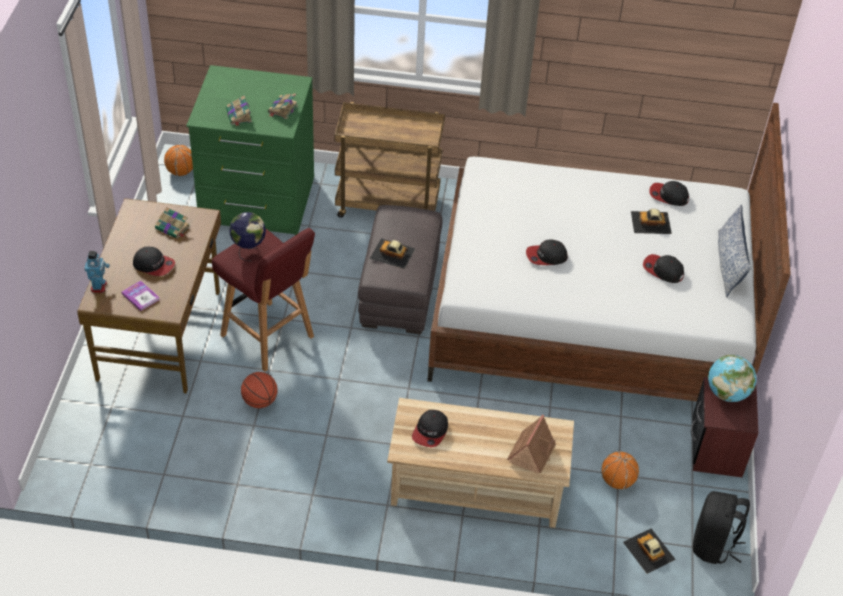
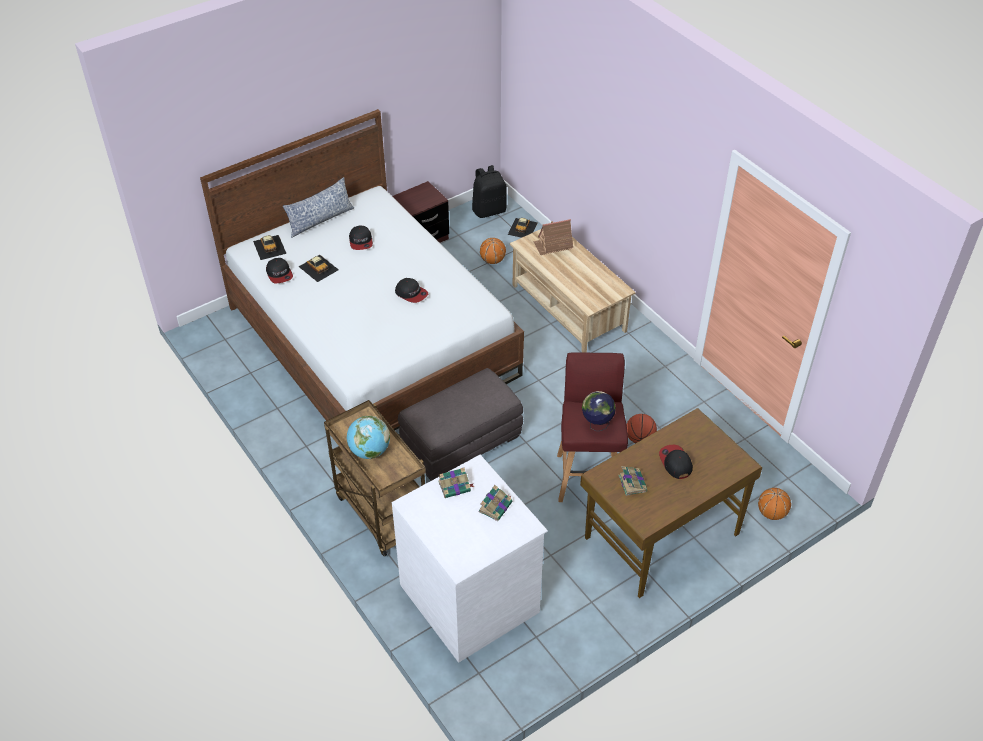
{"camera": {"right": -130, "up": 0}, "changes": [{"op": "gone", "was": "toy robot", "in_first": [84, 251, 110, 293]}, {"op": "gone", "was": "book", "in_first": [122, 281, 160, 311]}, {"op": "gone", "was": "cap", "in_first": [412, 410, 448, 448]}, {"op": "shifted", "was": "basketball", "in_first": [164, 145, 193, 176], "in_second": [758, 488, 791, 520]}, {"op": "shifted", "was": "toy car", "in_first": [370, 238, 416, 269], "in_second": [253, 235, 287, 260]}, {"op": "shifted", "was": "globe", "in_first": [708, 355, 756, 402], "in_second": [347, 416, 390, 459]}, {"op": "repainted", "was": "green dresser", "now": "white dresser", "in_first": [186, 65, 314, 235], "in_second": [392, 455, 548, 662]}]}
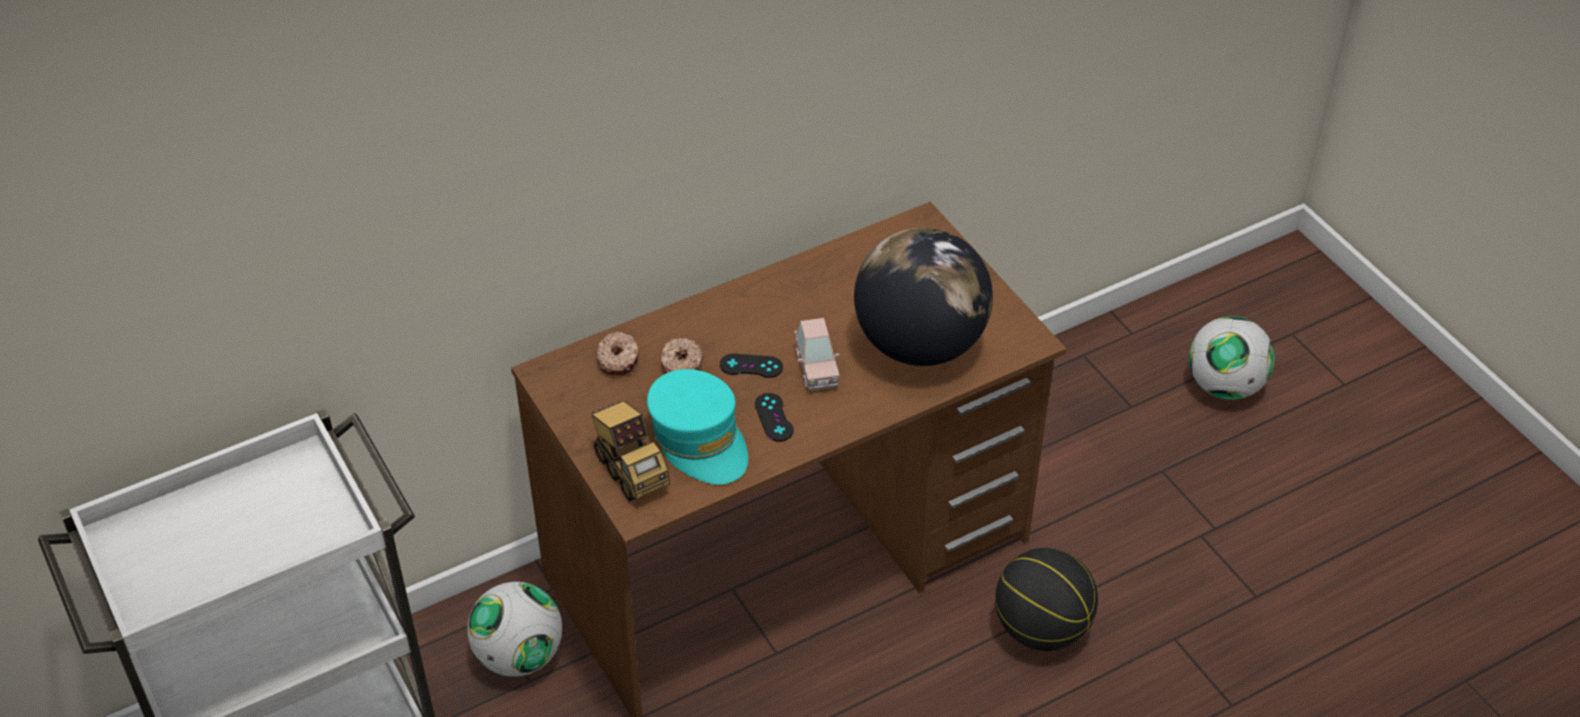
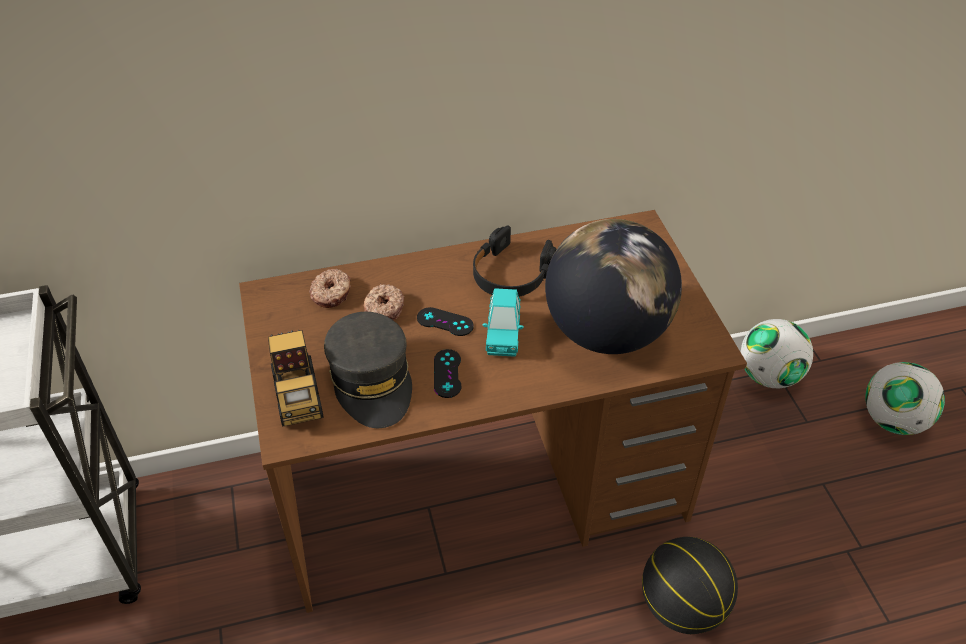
{"camera": {"right": 15, "up": 0}, "changes": [{"op": "new", "now": "black headphones", "in_second": [473, 225, 556, 297]}, {"op": "shifted", "was": "football", "in_first": [467, 582, 562, 677], "in_second": [741, 319, 813, 388]}, {"op": "repainted", "was": "turquoise cap", "now": "grey cap", "in_first": [647, 369, 748, 484], "in_second": [324, 312, 412, 428]}, {"op": "repainted", "was": "pink toy car", "now": "turquoise toy car", "in_first": [795, 318, 840, 391], "in_second": [483, 288, 524, 357]}]}
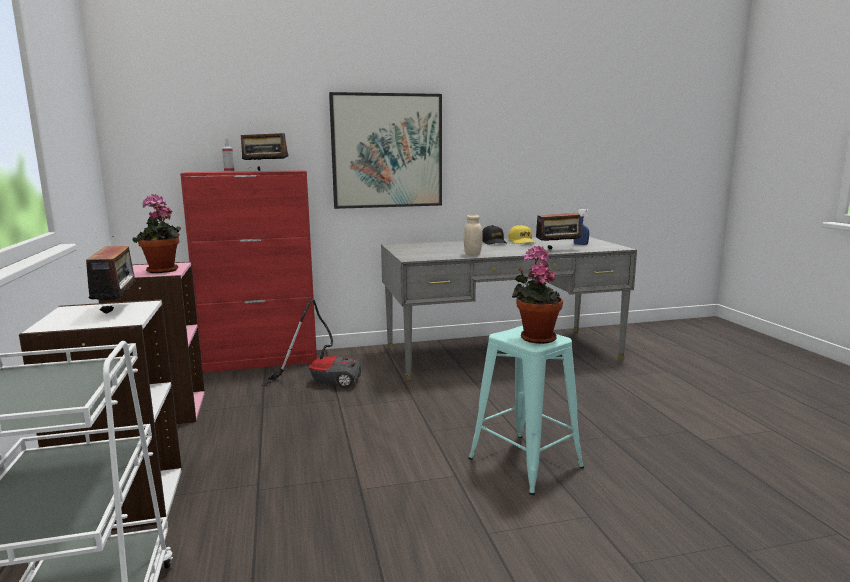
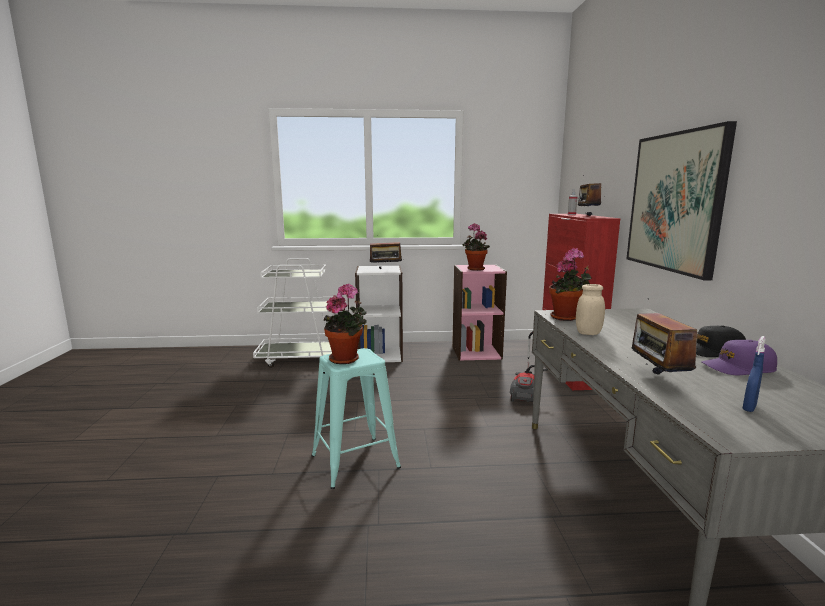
{"camera": {"right": 100, "up": 0}, "changes": [{"op": "new", "now": "potted plant", "in_second": [549, 248, 592, 321]}, {"op": "repainted", "was": "yellow cap", "now": "purple cap", "in_first": [508, 225, 535, 244], "in_second": [701, 340, 777, 375]}]}
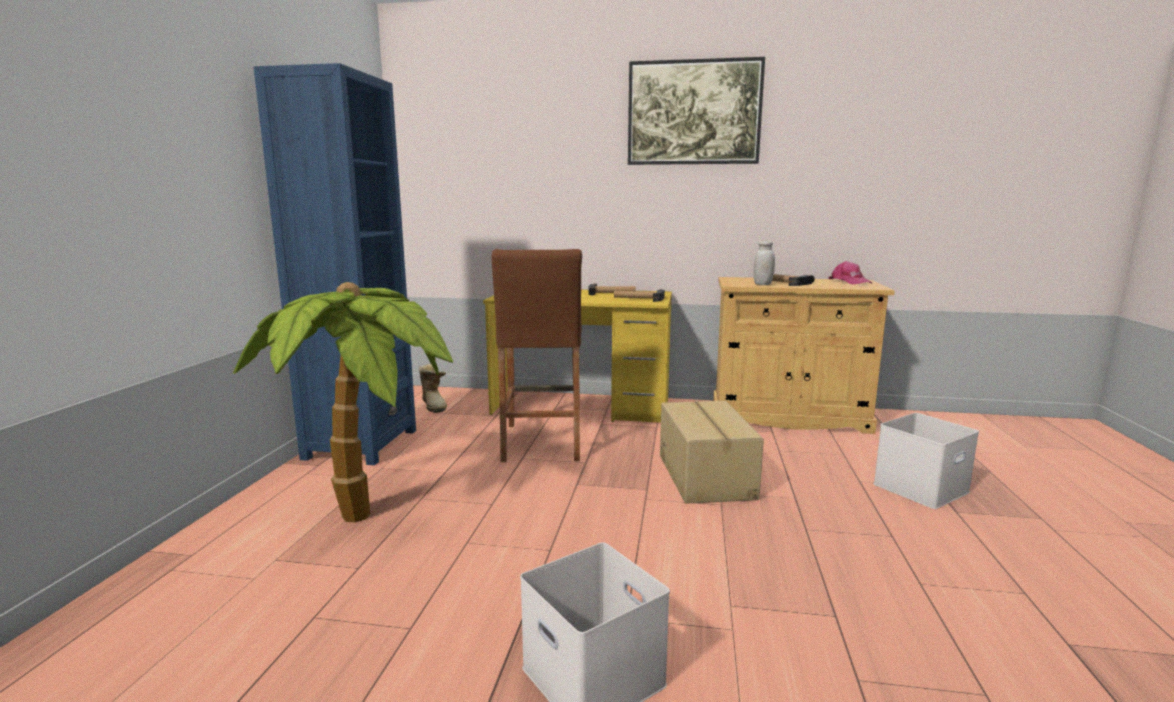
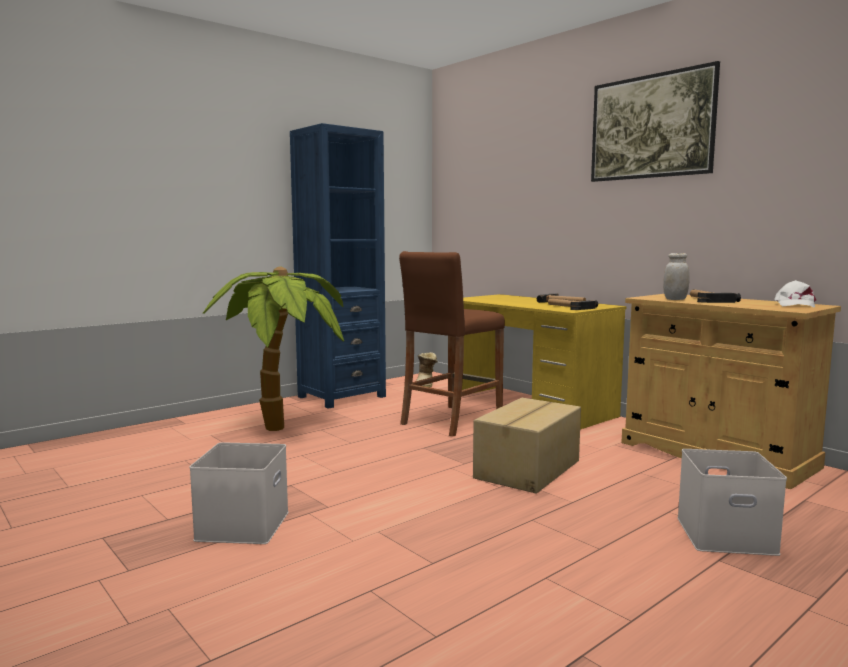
{"camera": {"right": 40, "up": -5}, "changes": [{"op": "repainted", "was": "pink cap", "now": "white cap", "in_first": [829, 261, 872, 285], "in_second": [774, 280, 816, 307]}]}
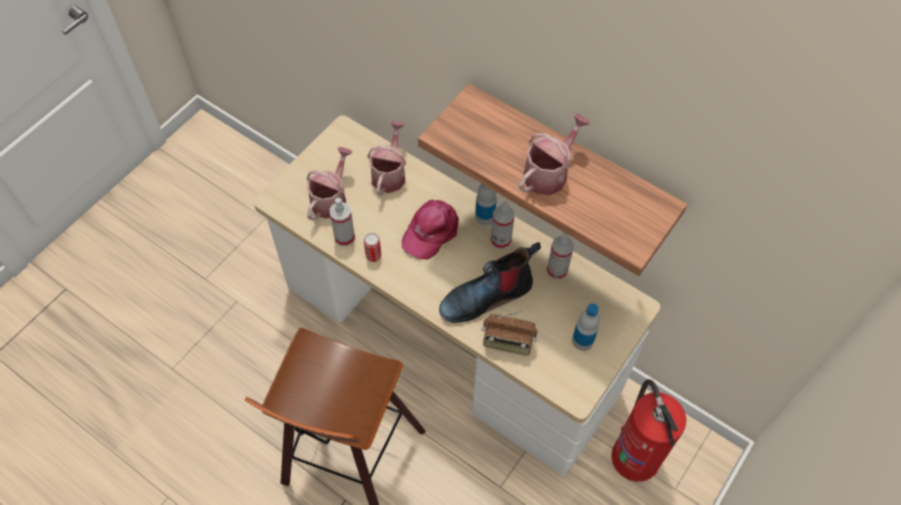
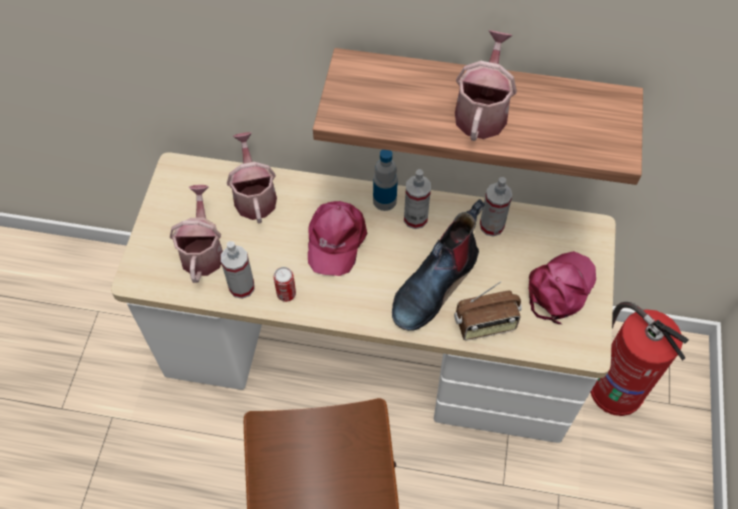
{"camera": {"right": -25, "up": 0}, "changes": [{"op": "swapped", "was": "bottle", "now": "pink cap", "in_first": [572, 303, 600, 351], "in_second": [529, 251, 596, 324]}]}
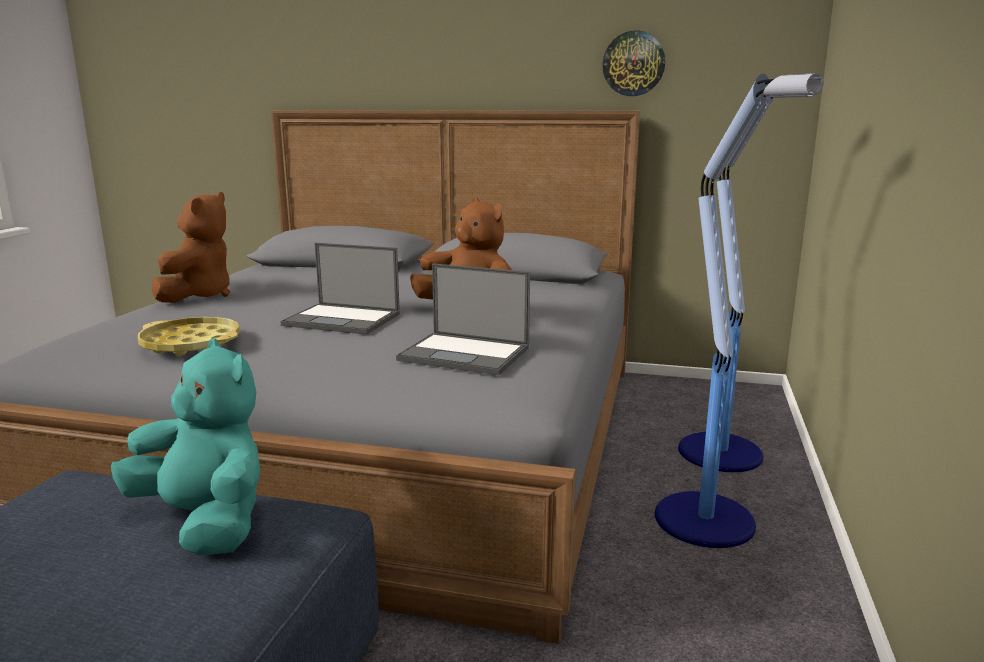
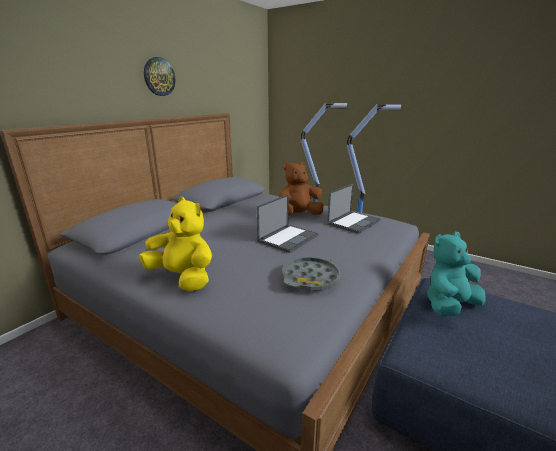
{"camera": {"right": -70, "up": 5}, "changes": [{"op": "shifted", "was": "wall clock", "in_first": [602, 31, 665, 96], "in_second": [144, 57, 175, 96]}, {"op": "repainted", "was": "yellow tray", "now": "grey tray", "in_first": [138, 317, 240, 356], "in_second": [282, 257, 340, 291]}, {"op": "repainted", "was": "brown plush toy", "now": "yellow plush toy", "in_first": [151, 192, 230, 303], "in_second": [139, 197, 212, 291]}]}
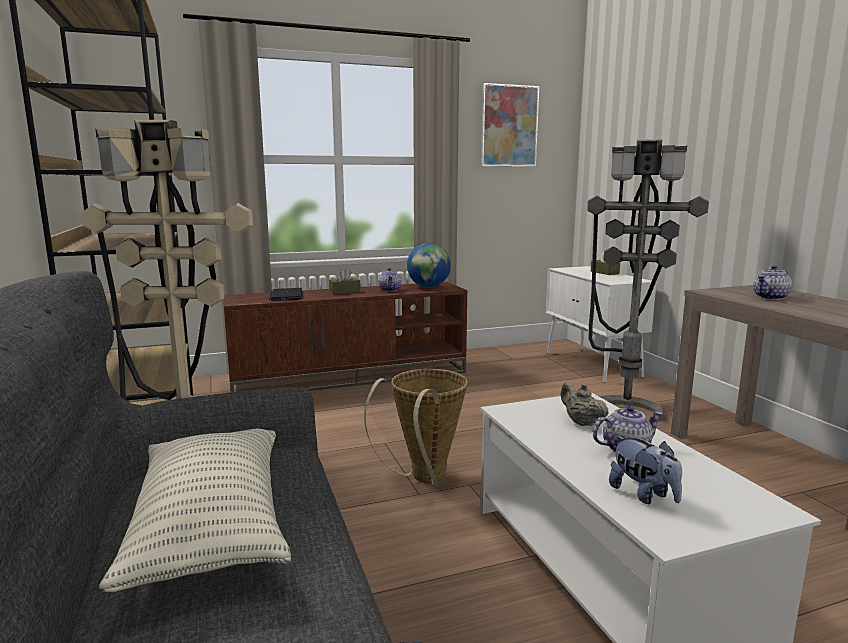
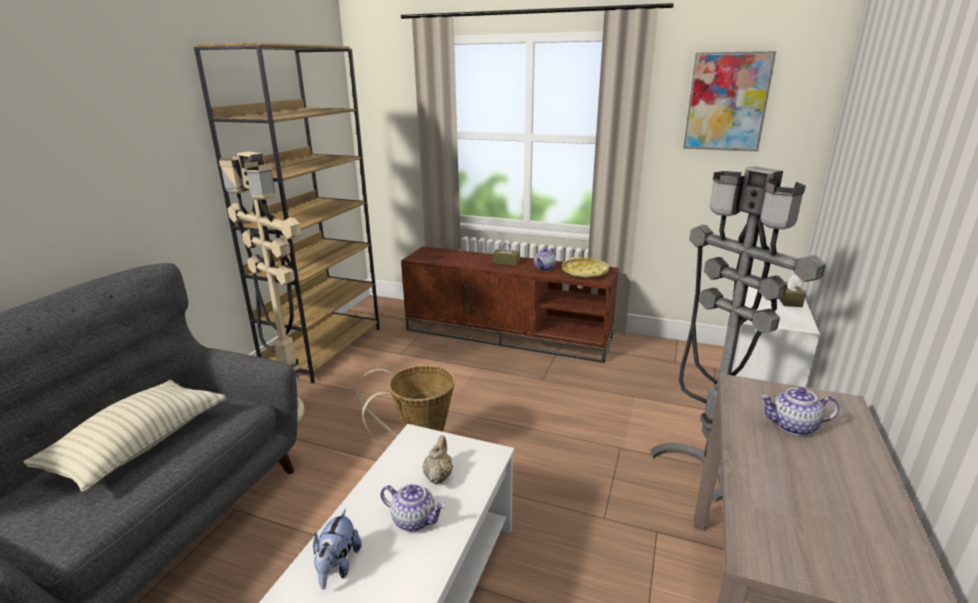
{"camera": {"right": 40, "up": 10}, "changes": [{"op": "gone", "was": "laptop", "in_first": [269, 288, 302, 301]}, {"op": "swapped", "was": "globe", "now": "yellow tray", "in_first": [407, 243, 451, 287], "in_second": [562, 257, 609, 278]}]}
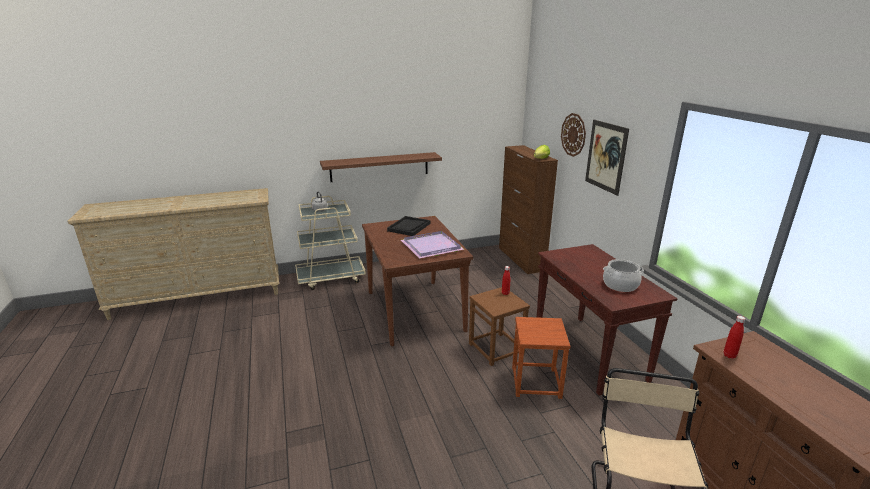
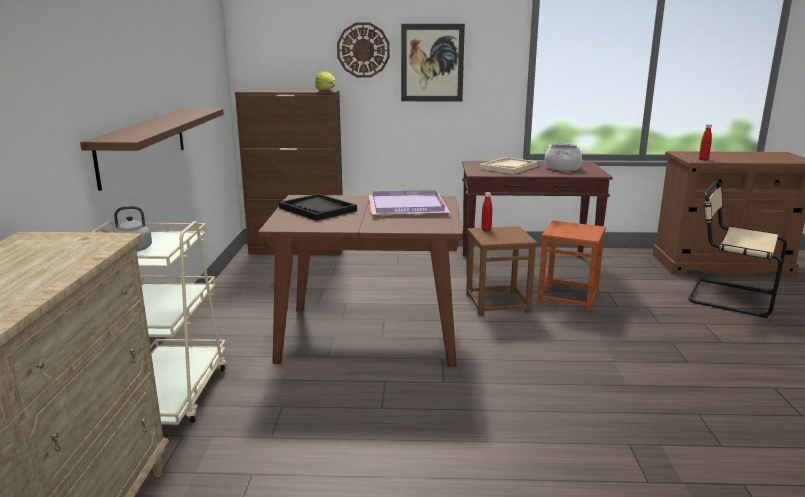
{"camera": {"right": -70, "up": -5}, "changes": [{"op": "new", "now": "beige tray", "in_second": [480, 157, 538, 174]}]}
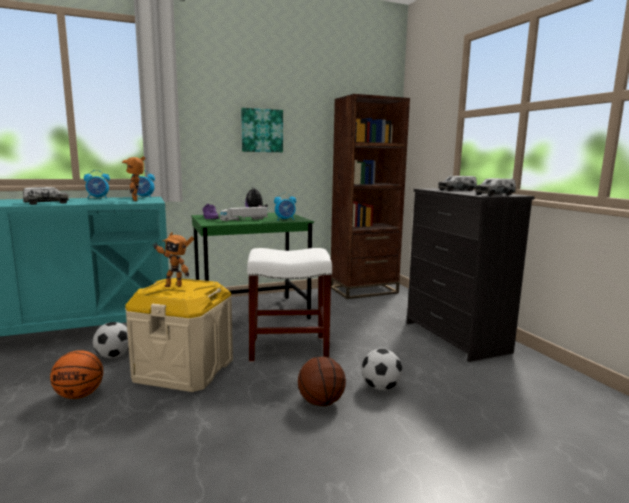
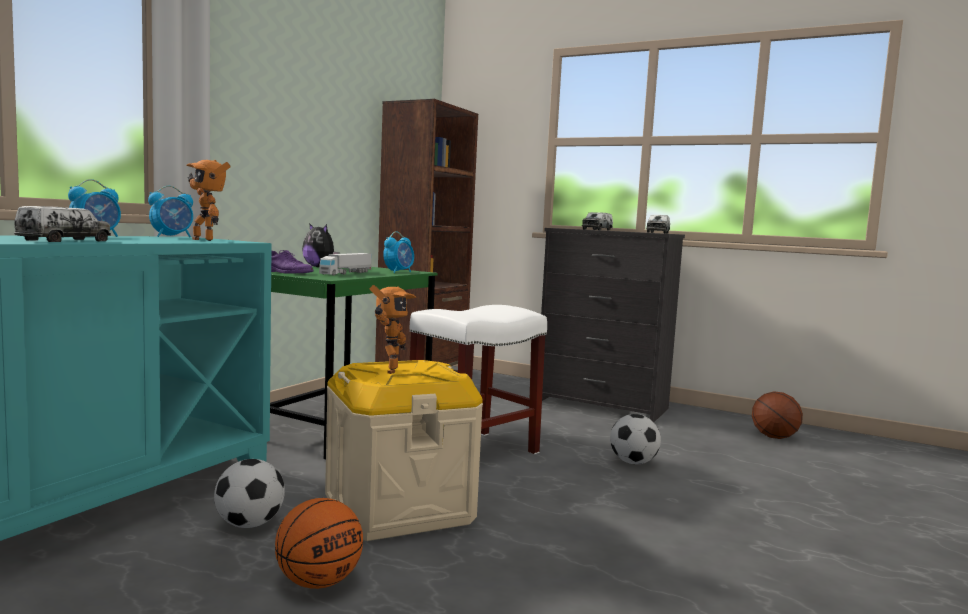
{"camera": {"right": -40, "up": -5}, "changes": [{"op": "gone", "was": "picture", "in_first": [241, 108, 283, 152]}, {"op": "shifted", "was": "basketball", "in_first": [298, 357, 346, 406], "in_second": [752, 391, 803, 439]}, {"op": "rotated", "was": "toy robot", "in_first": [152, 232, 194, 287], "in_second": [370, 285, 416, 374], "clockwise": -45}]}
